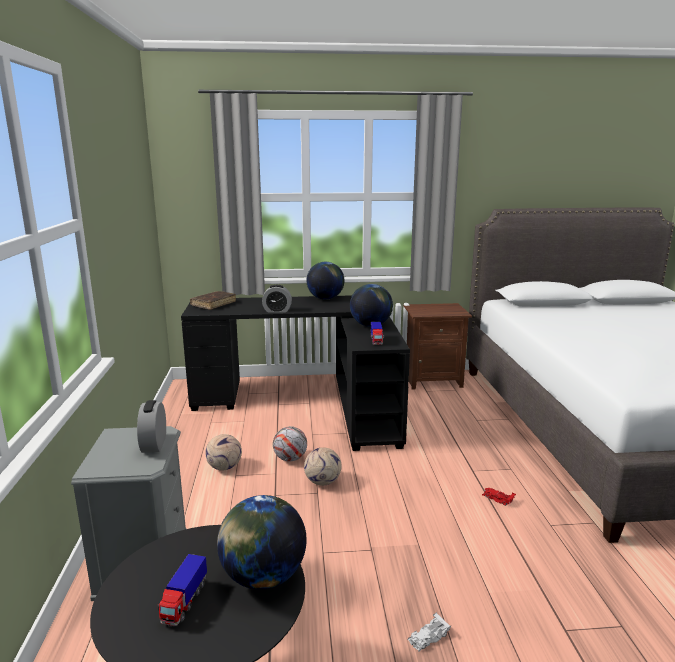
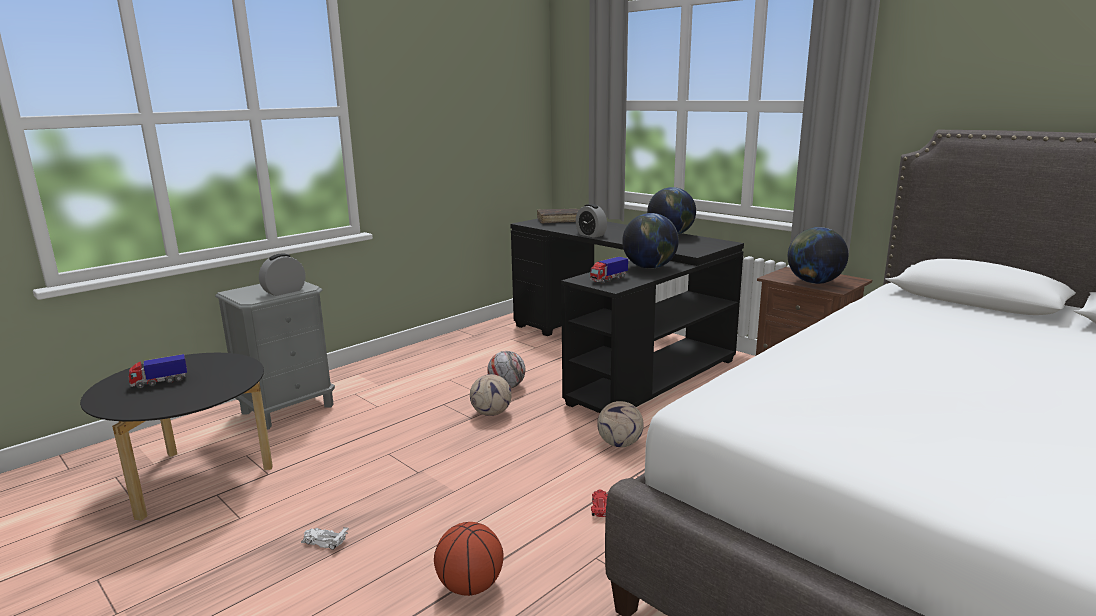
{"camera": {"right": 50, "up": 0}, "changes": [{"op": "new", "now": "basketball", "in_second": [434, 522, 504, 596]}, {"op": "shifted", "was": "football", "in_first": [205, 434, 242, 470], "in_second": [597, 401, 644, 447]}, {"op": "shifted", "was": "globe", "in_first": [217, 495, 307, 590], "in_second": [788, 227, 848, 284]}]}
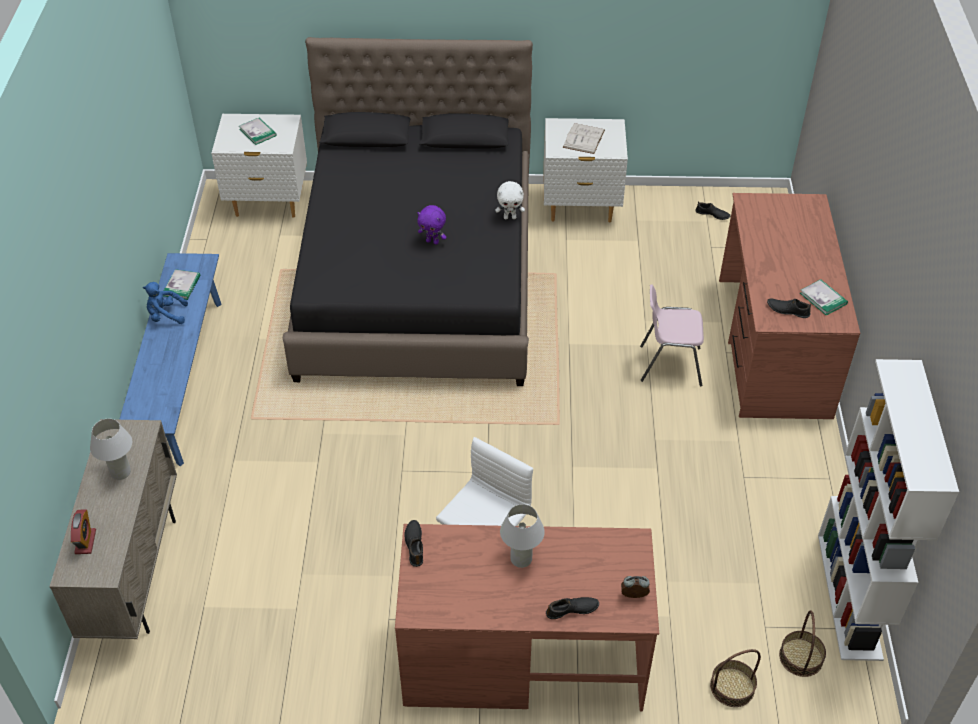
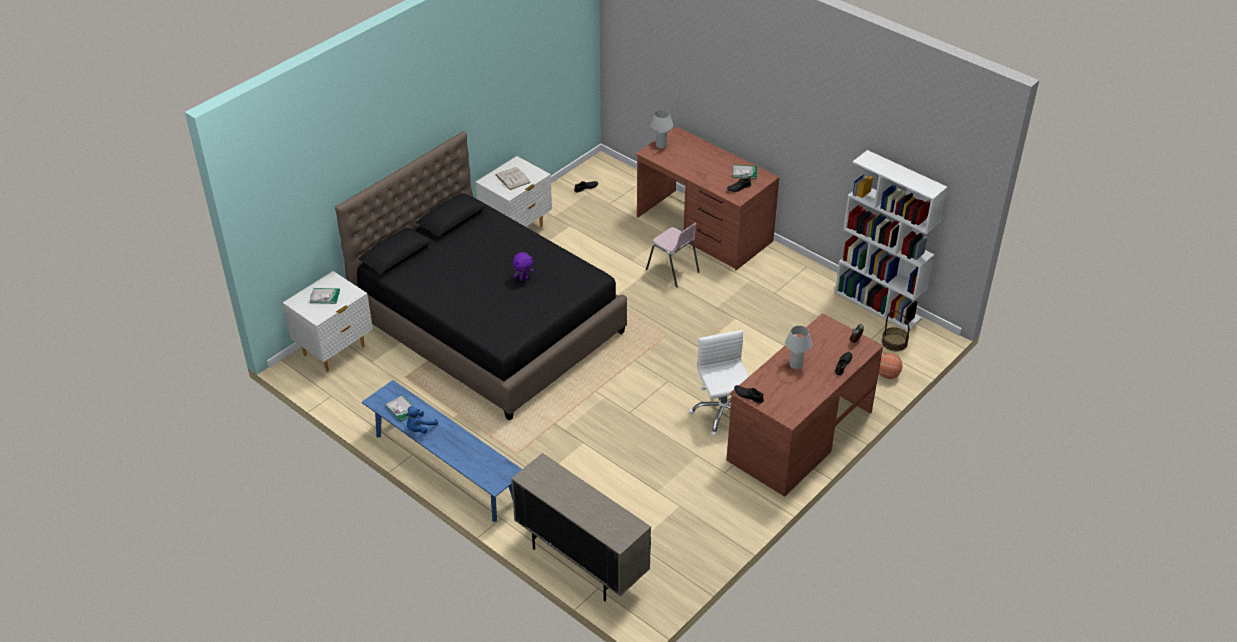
{"camera": {"right": -50, "up": -5}, "changes": [{"op": "gone", "was": "alarm clock", "in_first": [71, 509, 96, 554]}, {"op": "gone", "was": "white plush toy", "in_first": [495, 181, 525, 219]}, {"op": "shifted", "was": "white table lamp", "in_first": [90, 419, 132, 480], "in_second": [651, 110, 673, 148]}, {"op": "swapped", "was": "basket", "now": "basketball", "in_first": [710, 649, 761, 707], "in_second": [879, 353, 902, 379]}, {"op": "rotated", "was": "pink chair", "in_first": [640, 285, 704, 386], "in_second": [646, 223, 699, 288], "clockwise": -90}]}
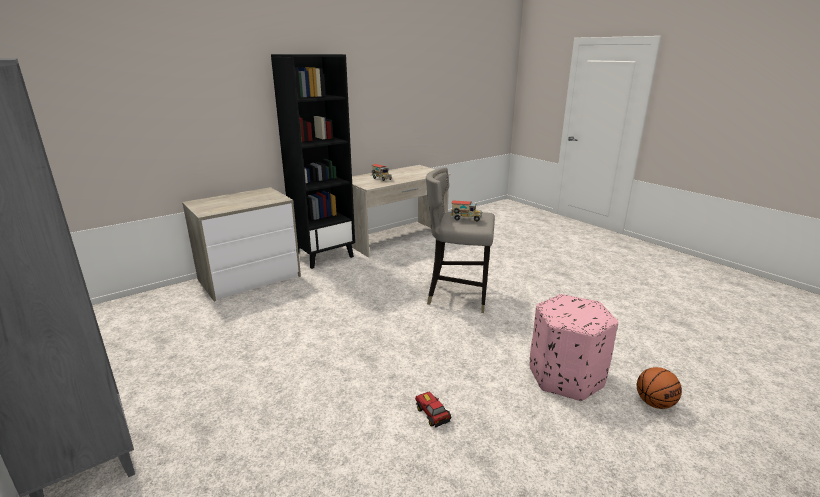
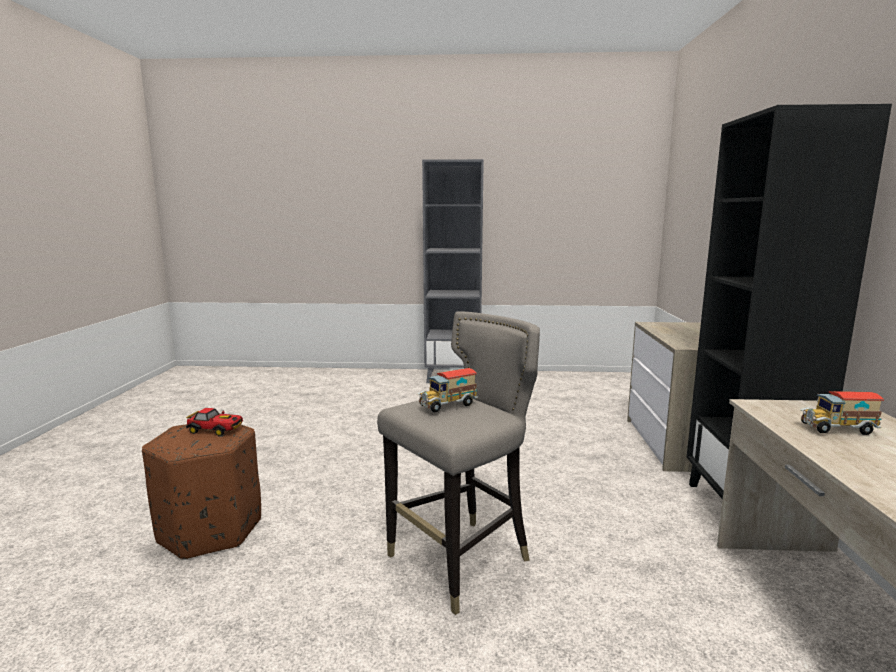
{"camera": {"right": 130, "up": -10}, "changes": [{"op": "gone", "was": "basketball", "in_first": [637, 367, 682, 409]}, {"op": "shifted", "was": "toy car", "in_first": [415, 391, 451, 427], "in_second": [186, 408, 243, 436]}, {"op": "repainted", "was": "pink ottoman", "now": "brown ottoman", "in_first": [530, 294, 618, 401], "in_second": [142, 424, 261, 560]}]}
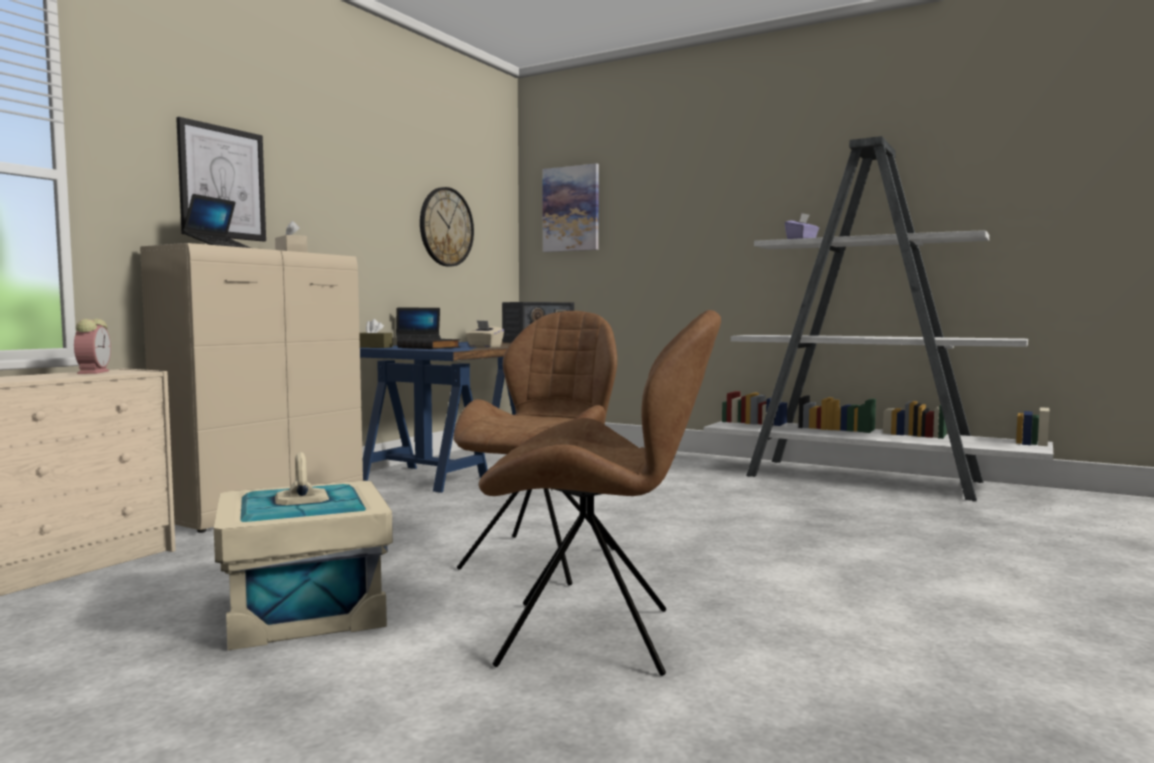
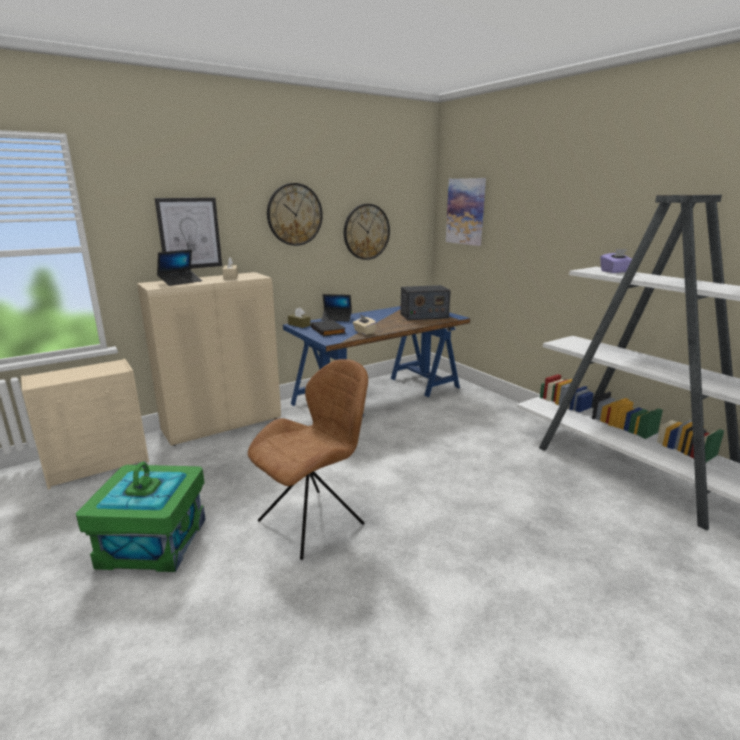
{"camera": {"right": 25, "up": 15}, "changes": [{"op": "gone", "was": "alarm clock", "in_first": [74, 319, 111, 374]}, {"op": "gone", "was": "brown chair", "in_first": [479, 310, 721, 676]}, {"op": "new", "now": "wall clock", "in_second": [267, 183, 323, 246]}, {"op": "repainted", "was": "beige storage box", "now": "green storage box", "in_first": [214, 452, 393, 650], "in_second": [76, 461, 206, 572]}]}
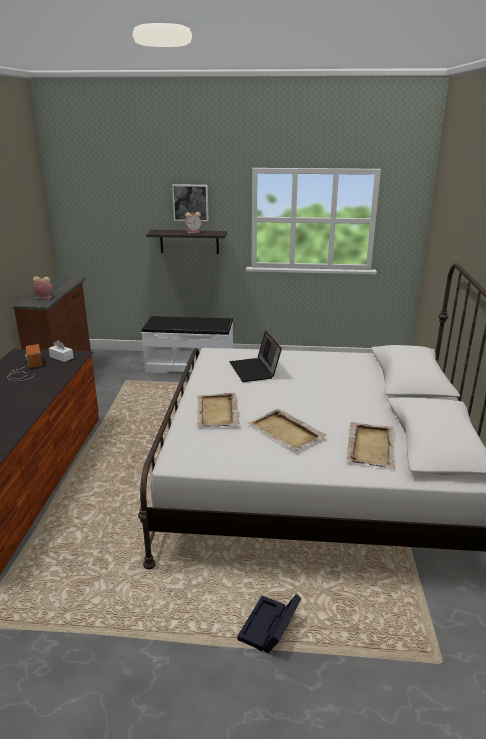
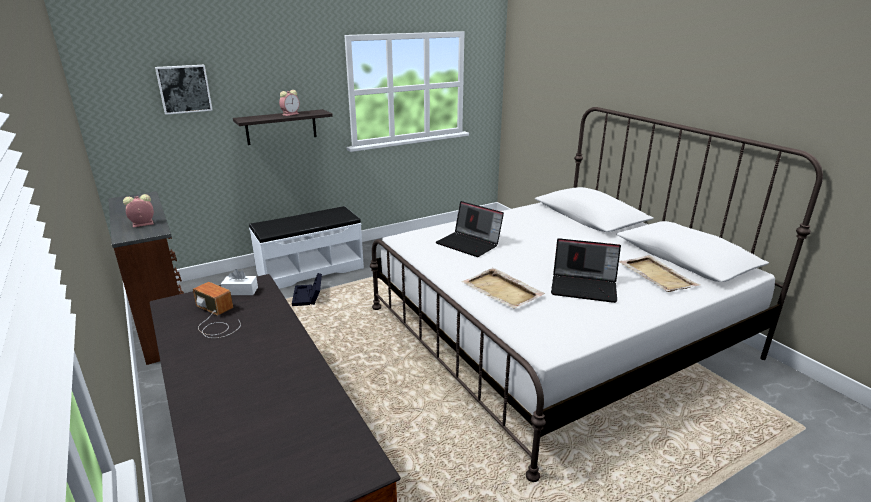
{"camera": {"right": -35, "up": 0}, "changes": [{"op": "shifted", "was": "picture", "in_first": [172, 184, 209, 221], "in_second": [155, 65, 213, 115]}, {"op": "shifted", "was": "black storage box", "in_first": [237, 594, 302, 654], "in_second": [292, 273, 322, 306]}, {"op": "swapped", "was": "beige tray", "now": "laptop", "in_first": [247, 409, 326, 451], "in_second": [551, 238, 621, 303]}]}
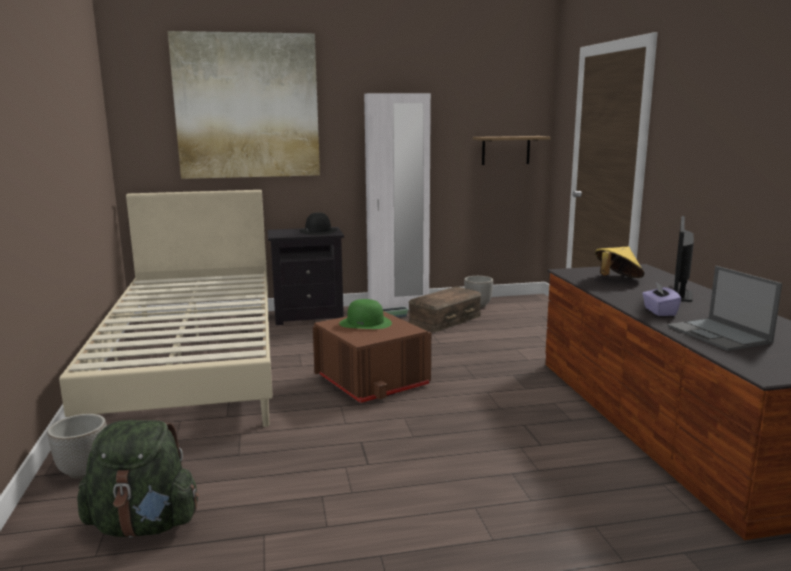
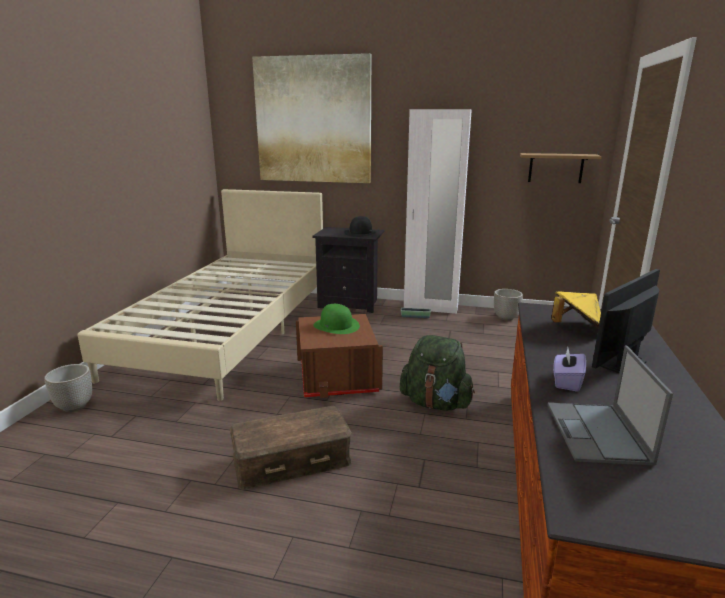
{"camera": {"right": 25, "up": 5}, "changes": [{"op": "shifted", "was": "green backpack", "in_first": [77, 420, 199, 538], "in_second": [400, 335, 475, 411]}, {"op": "shifted", "was": "brown storage box", "in_first": [409, 287, 482, 332], "in_second": [230, 406, 352, 490]}]}
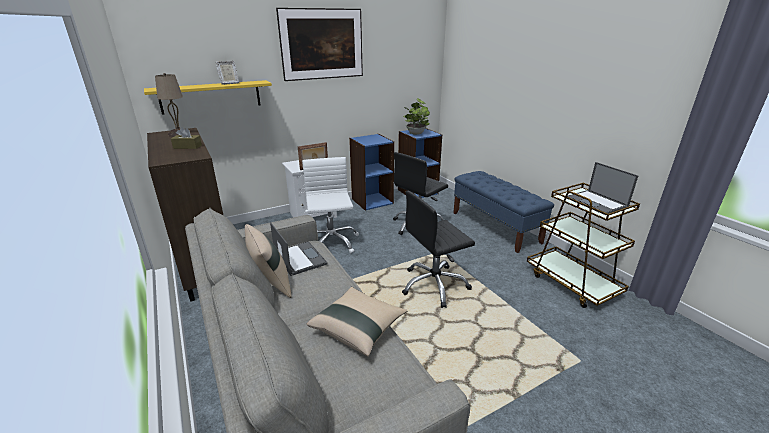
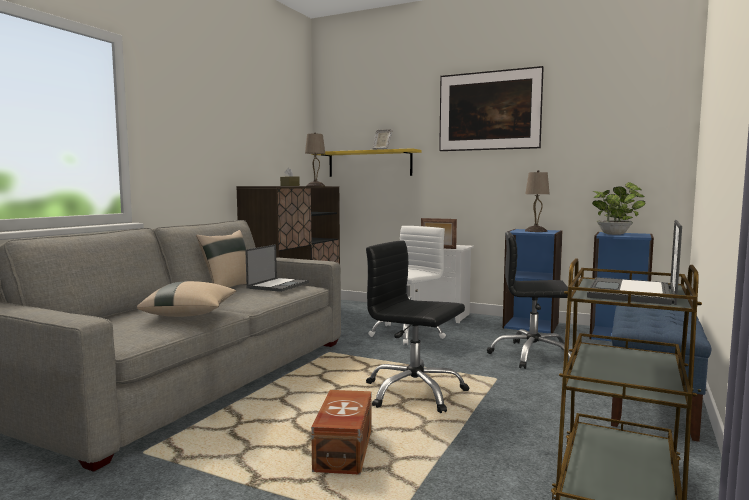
{"camera": {"right": 55, "up": -20}, "changes": [{"op": "new", "now": "brown storage box", "in_second": [311, 390, 372, 475]}, {"op": "new", "now": "beige table lamp", "in_second": [525, 170, 550, 232]}]}
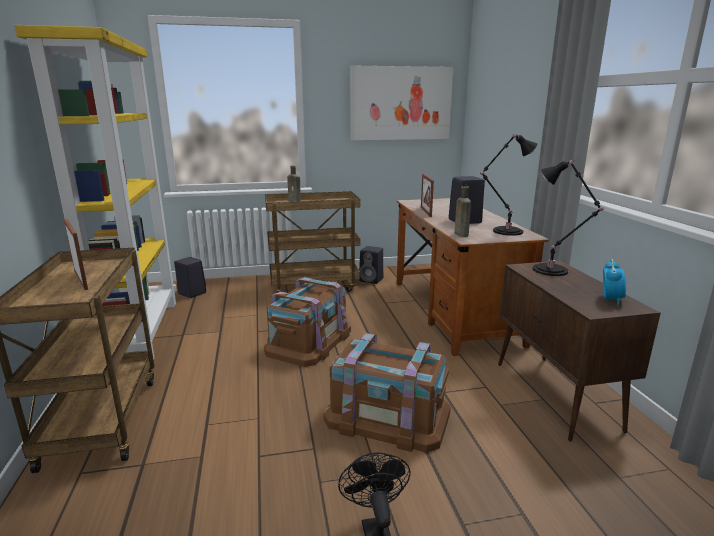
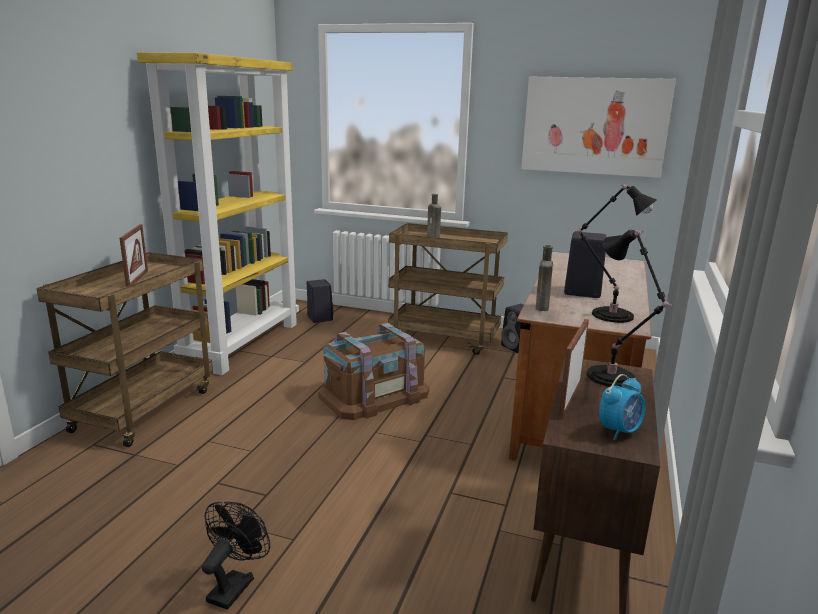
{"camera": {"right": 30, "up": 0}, "changes": [{"op": "gone", "was": "brown storage box", "in_first": [323, 333, 451, 453]}, {"op": "shifted", "was": "picture frame", "in_first": [421, 174, 434, 217], "in_second": [558, 319, 589, 419]}]}
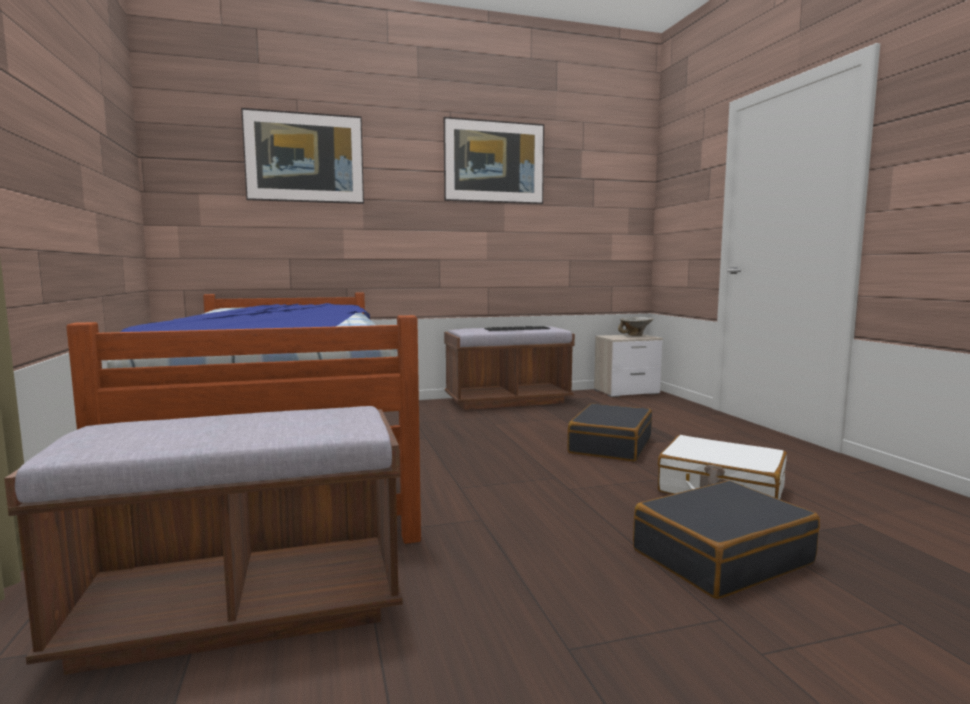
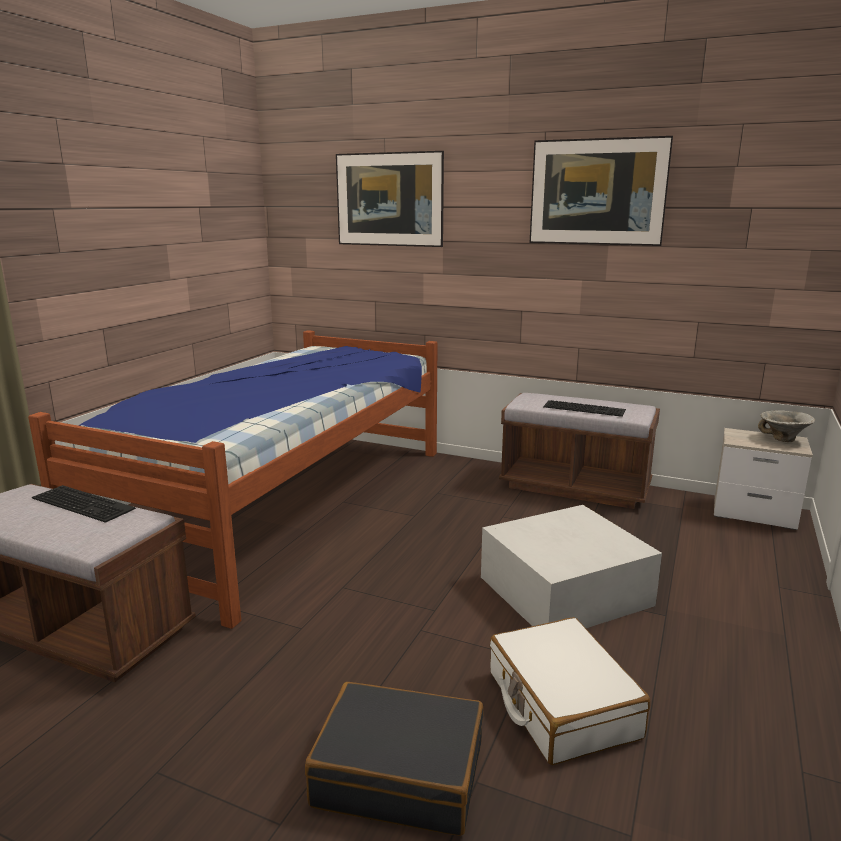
{"camera": {"right": 40, "up": 10}, "changes": [{"op": "new", "now": "keyboard", "in_second": [32, 485, 136, 523]}, {"op": "swapped", "was": "black suitcase", "now": "white storage box", "in_first": [567, 403, 652, 462], "in_second": [481, 505, 662, 628]}]}
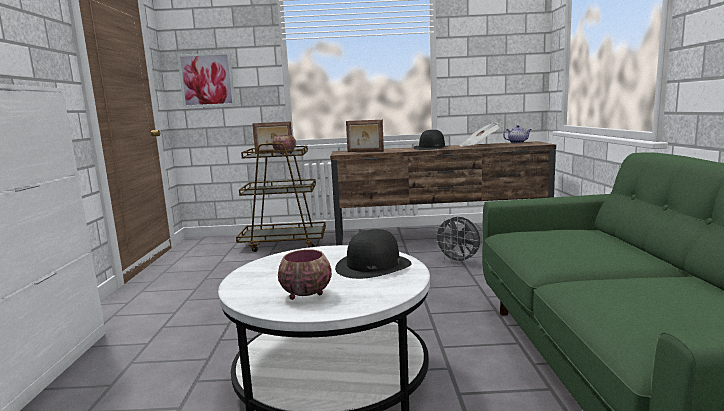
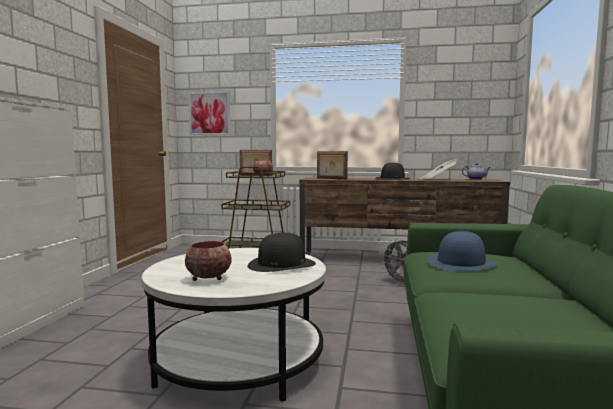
{"camera": {"right": 10, "up": -5}, "changes": [{"op": "new", "now": "blue hat", "in_second": [427, 231, 497, 272]}]}
